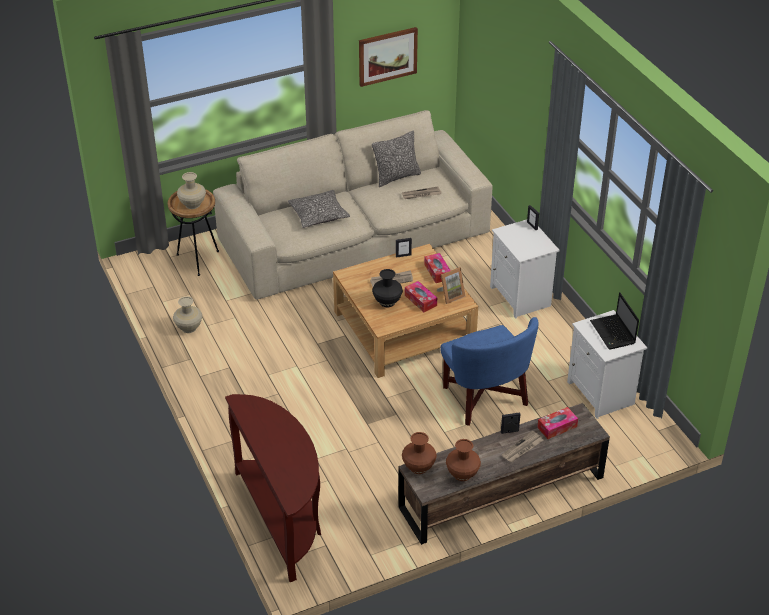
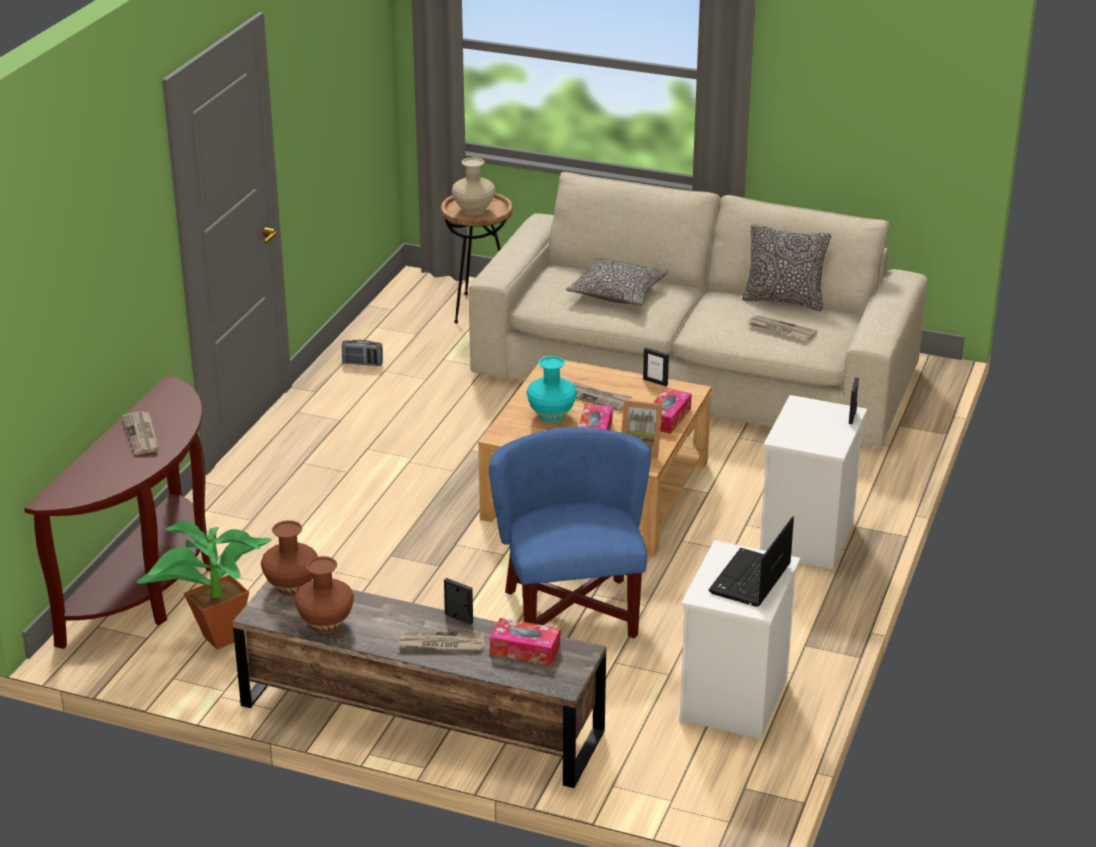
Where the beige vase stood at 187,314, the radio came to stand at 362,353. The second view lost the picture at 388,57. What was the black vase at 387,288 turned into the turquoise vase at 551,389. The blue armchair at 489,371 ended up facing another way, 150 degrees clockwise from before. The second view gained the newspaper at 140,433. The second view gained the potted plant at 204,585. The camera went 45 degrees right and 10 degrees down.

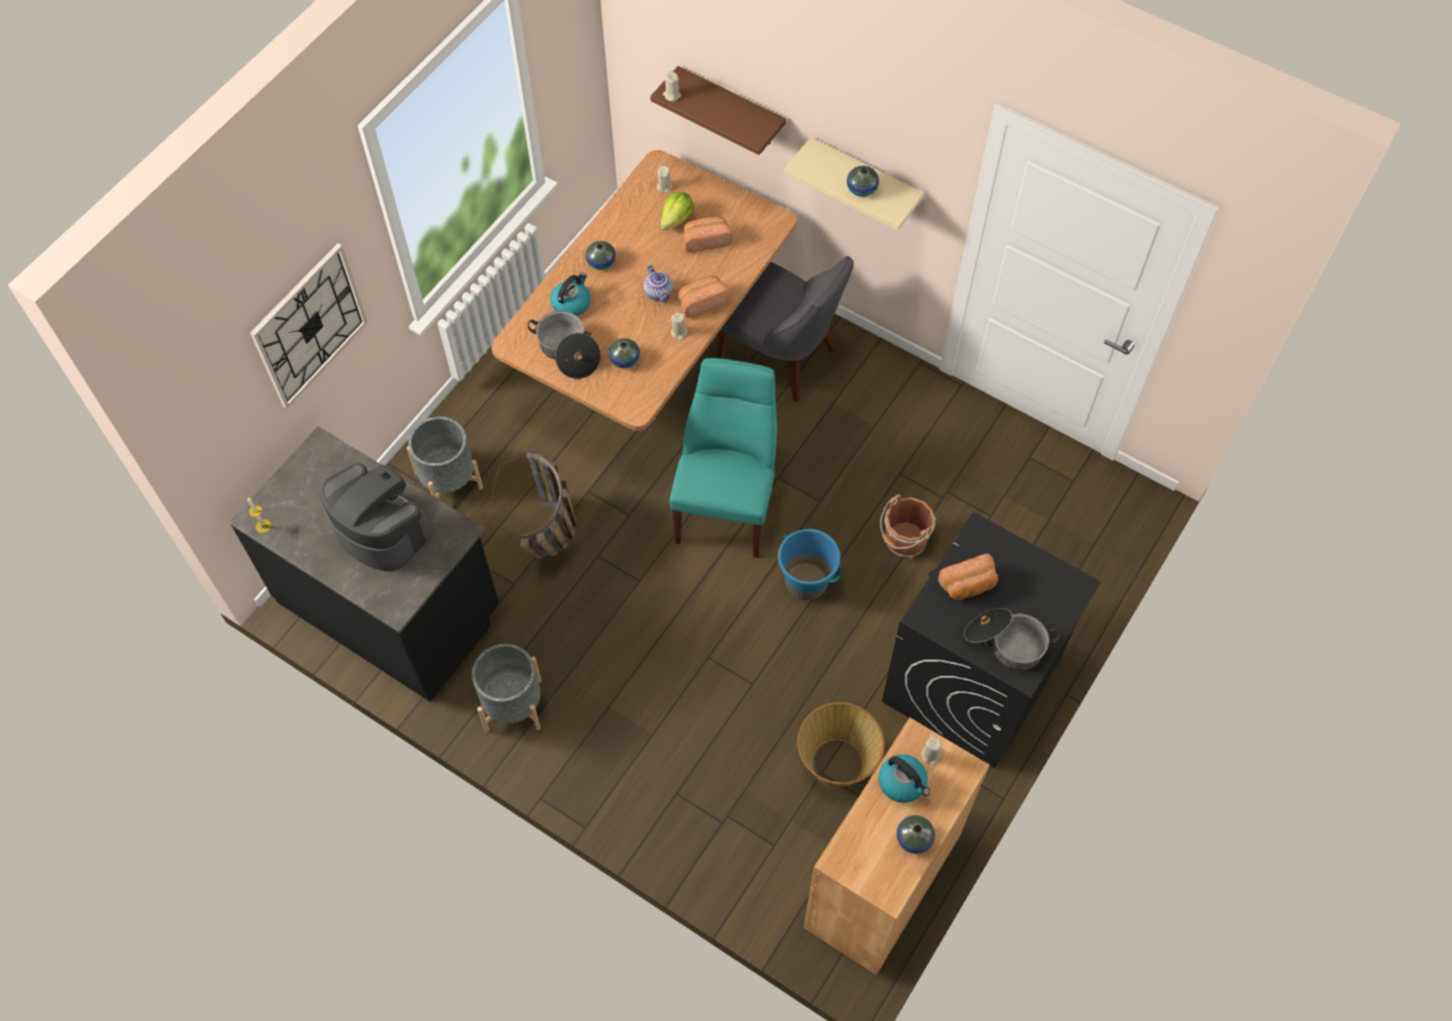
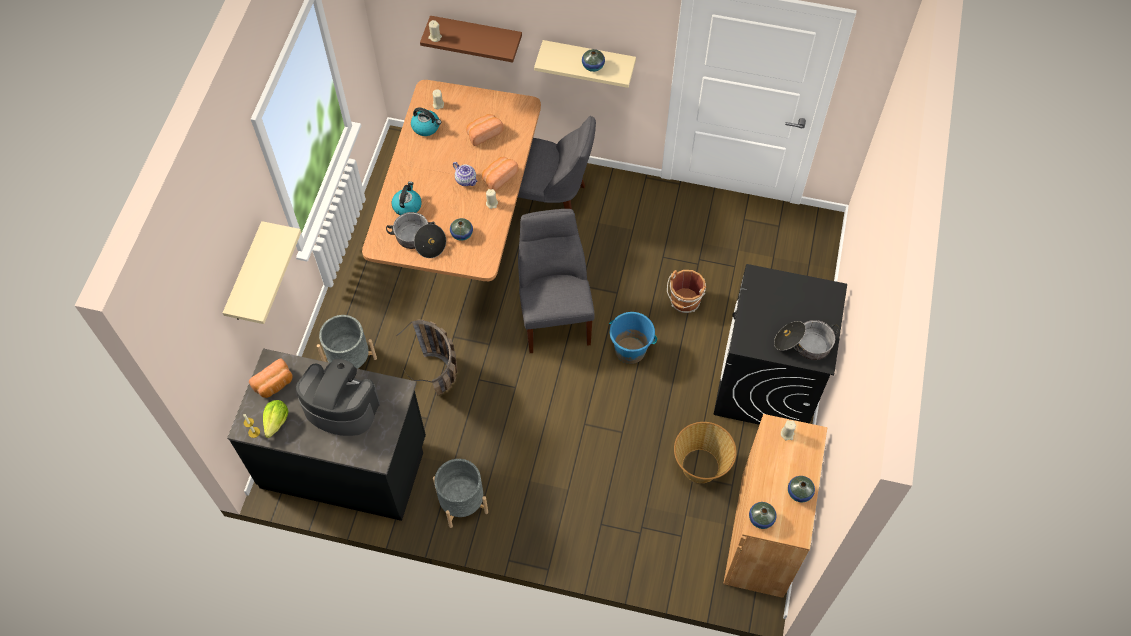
Where the wall clock hung at 309,326, the beige shelf came to hang at 262,272. The vase ended up elsewhere, having gone from 601,255 to 763,515. The lettuce ended up elsewhere, having gone from 677,211 to 276,419. What was the turquoise chair at 723,458 turned into the grey chair at 556,281. The kettle ended up elsewhere, having gone from 904,778 to 426,122. The bread ended up elsewhere, having gone from 968,576 to 271,378. The camera went 20 degrees left and 0 degrees up.

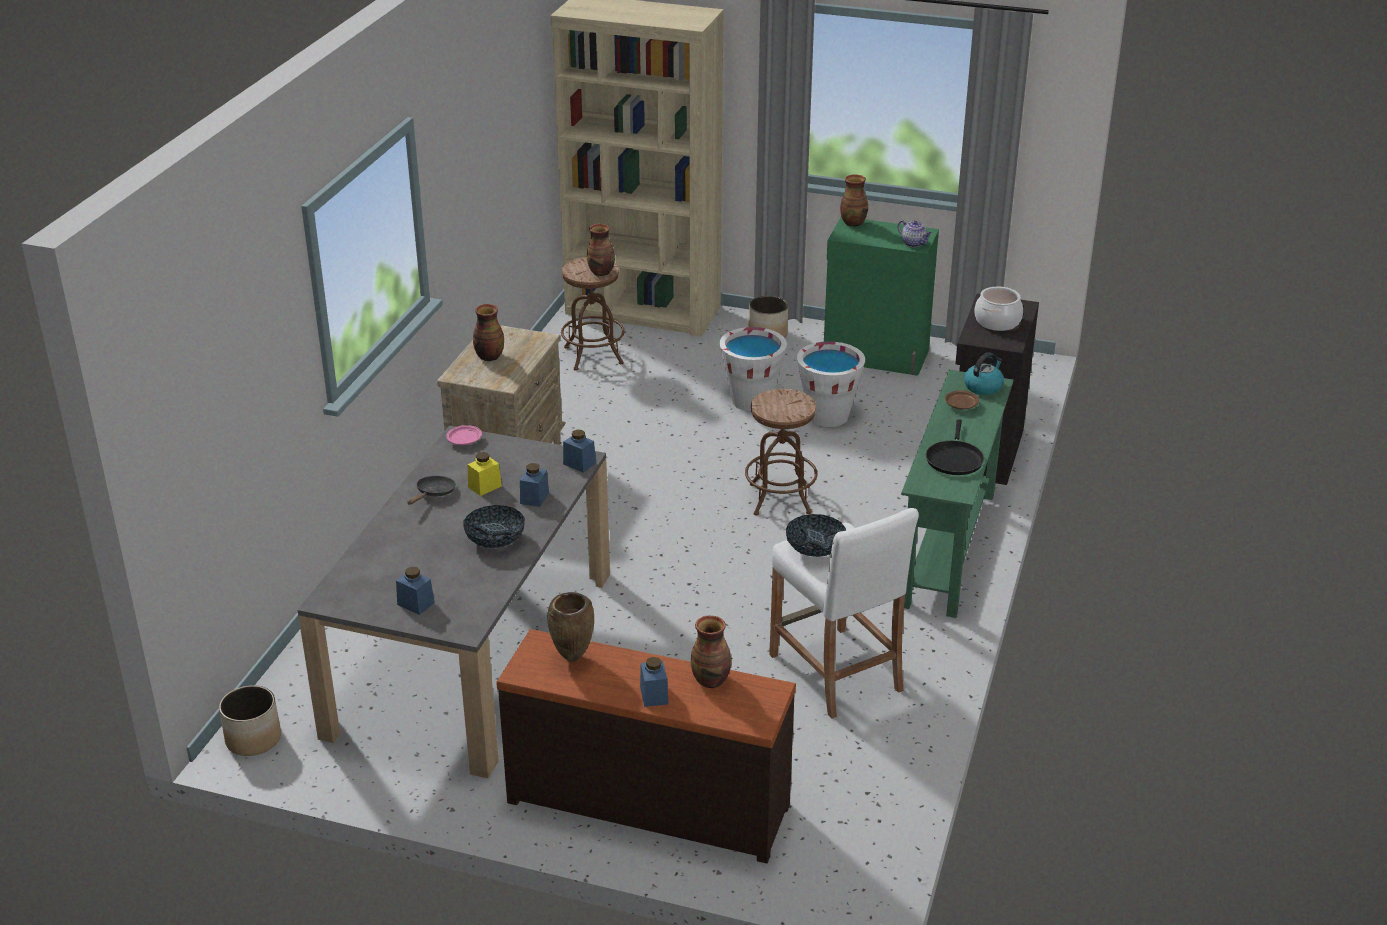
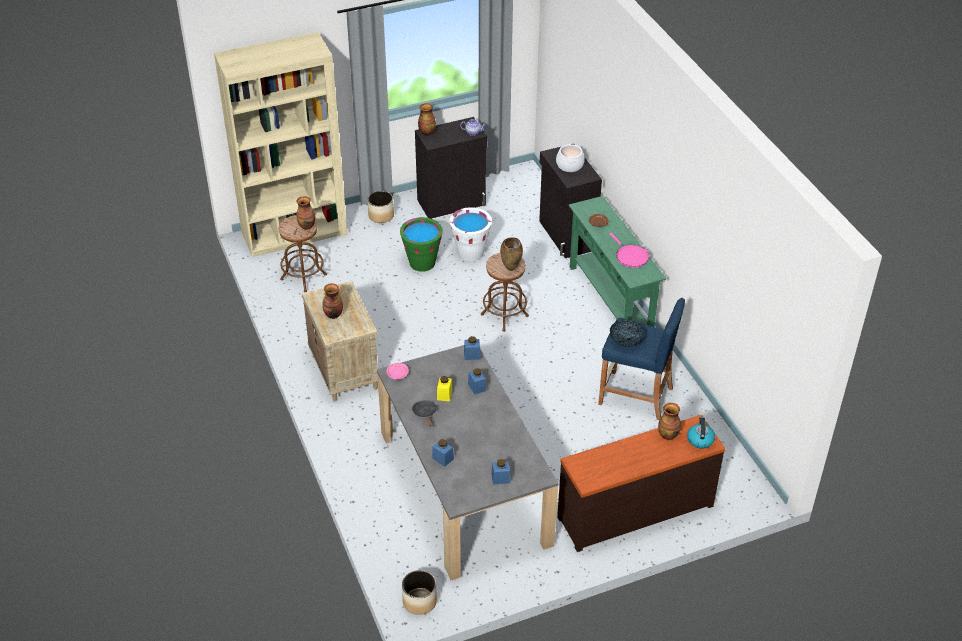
The second view lost the bowl at 494,526. The brown vase ended up elsewhere, having gone from 570,627 to 511,254. The blue jar ended up elsewhere, having gone from 654,682 to 443,453. What was the white bucket at 753,369 turned into the green bucket at 421,244. What was the white stool at 844,613 turned into the blue stool at 641,359. What was the green cabinet at 881,296 turned into the black cabinet at 451,168. What was the black frying pan at 955,447 turned into the pink frying pan at 629,250. The kettle ended up elsewhere, having gone from 984,374 to 701,433. The camera went 40 degrees left and 10 degrees up.

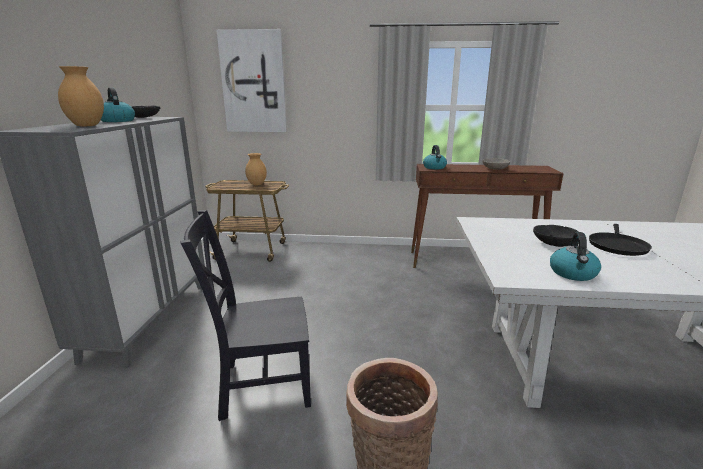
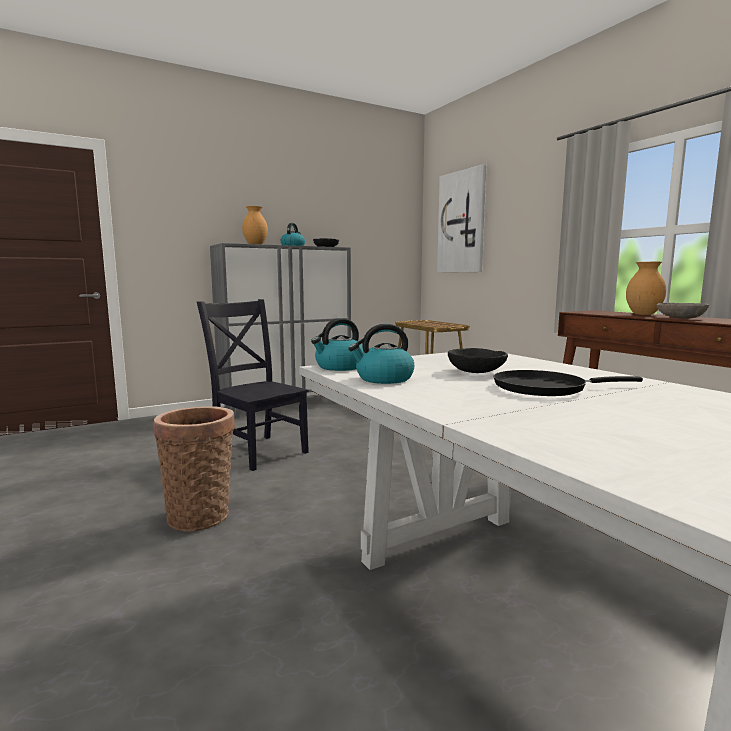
The brown vase ended up elsewhere, having gone from 256,169 to 646,288. The kettle ended up elsewhere, having gone from 435,157 to 337,344. The camera went 55 degrees right and 10 degrees down.

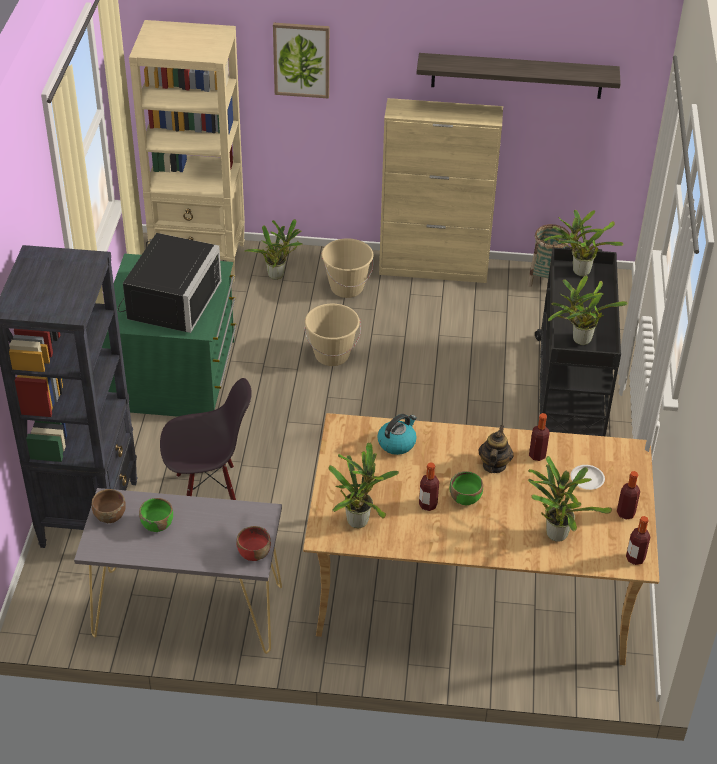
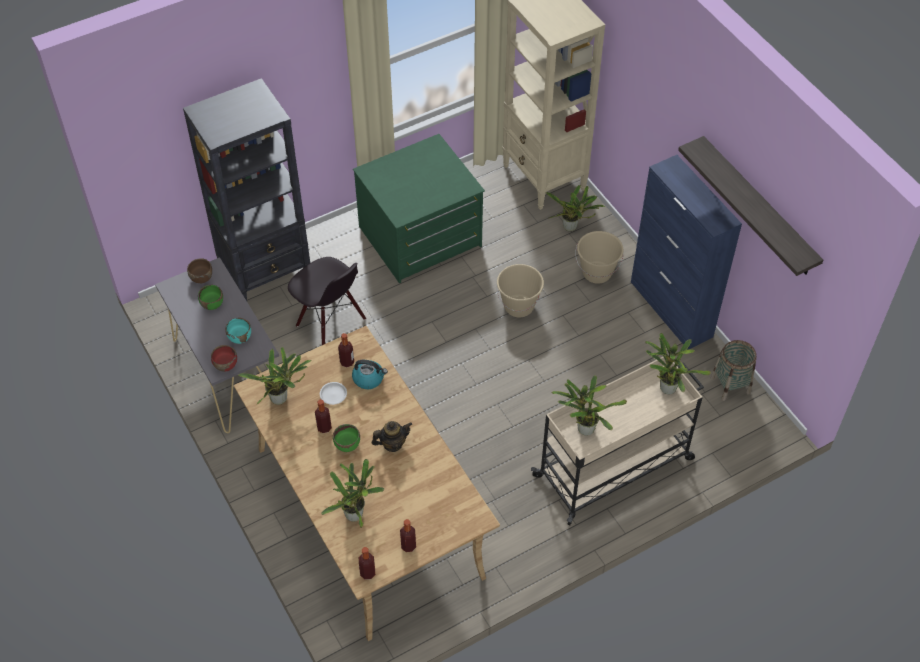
The second view lost the black microwave at 169,283. The second view lost the picture at 301,61. What was the beige cabinet at 441,190 turned into the blue cabinet at 686,252. The bottle ended up elsewhere, having gone from 539,437 to 346,350. What was the black cart at 578,341 turned into the beige cart at 617,441. The white plate ended up elsewhere, having gone from 588,477 to 333,393. The second view gained the turquoise bowl at 238,331. The camera went 55 degrees right and 10 degrees up.

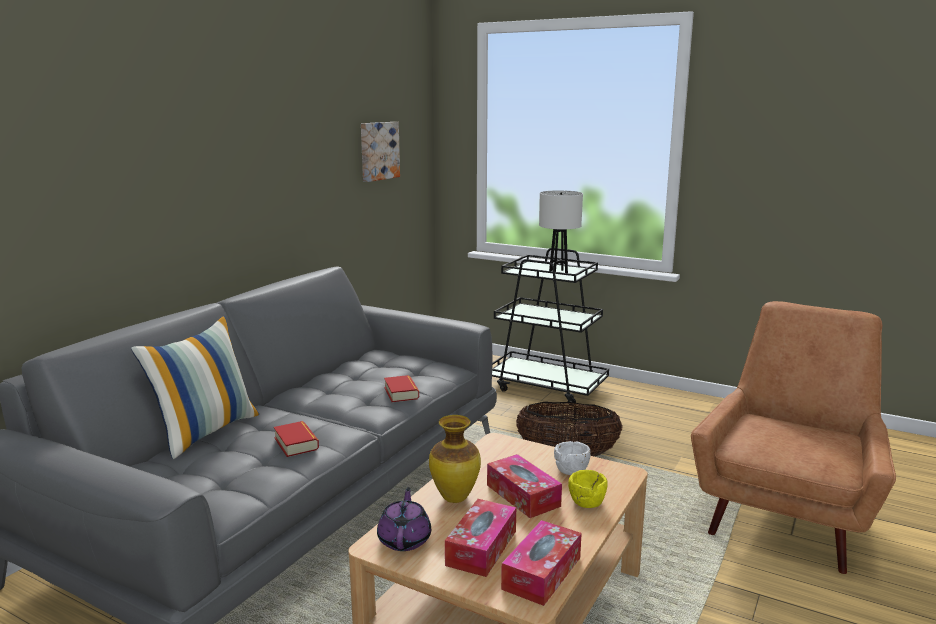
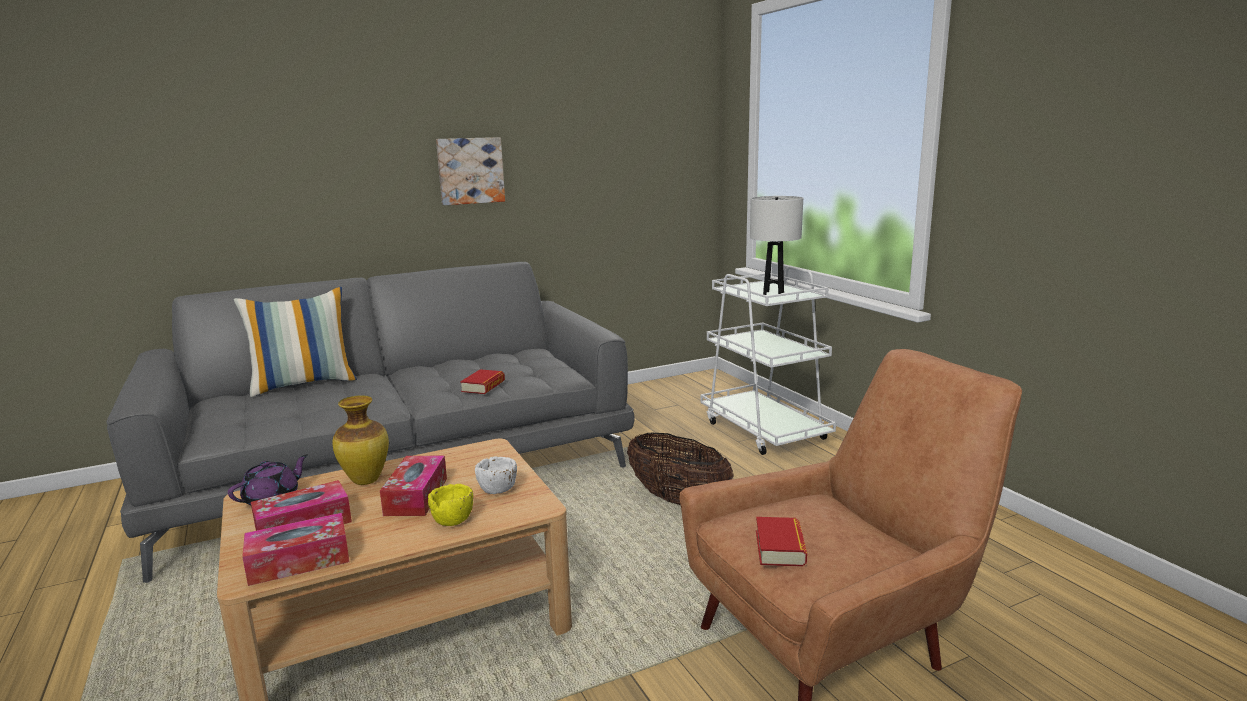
The book ended up elsewhere, having gone from 296,439 to 781,542. The picture ended up elsewhere, having gone from 380,152 to 470,171. What was the black cart at 550,326 turned into the white cart at 768,360. The camera went 35 degrees right and 0 degrees up.

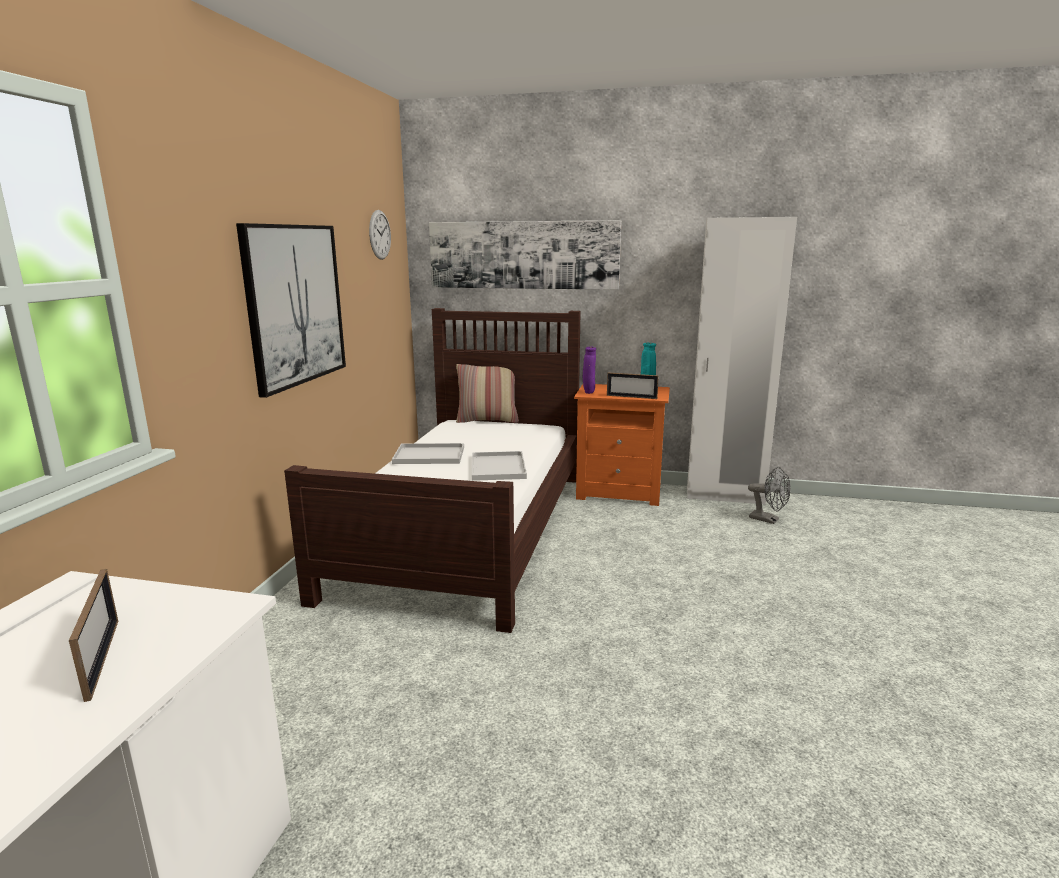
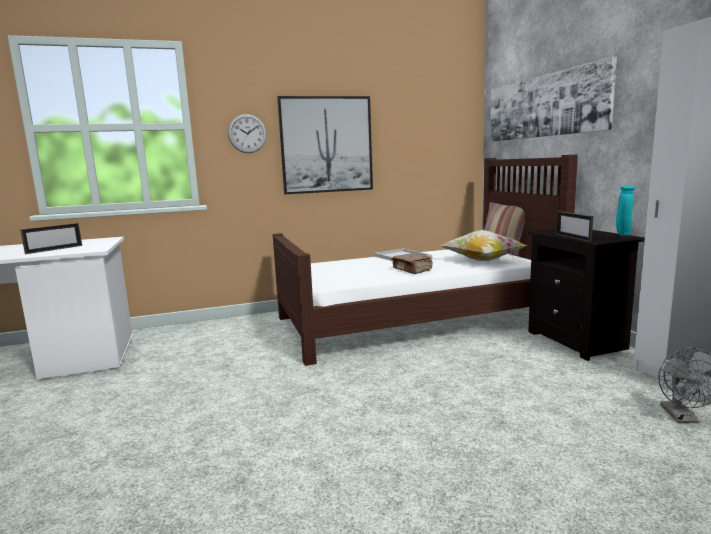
The wall clock ended up elsewhere, having gone from 380,235 to 247,133. Where the white tray stood at 499,466, the brown book came to stand at 412,263. What was the orange nightstand at 622,445 turned into the black nightstand at 586,295. The second view lost the purple vase at 589,370. The second view gained the pillow at 484,245. The camera went 60 degrees right and 5 degrees down.

